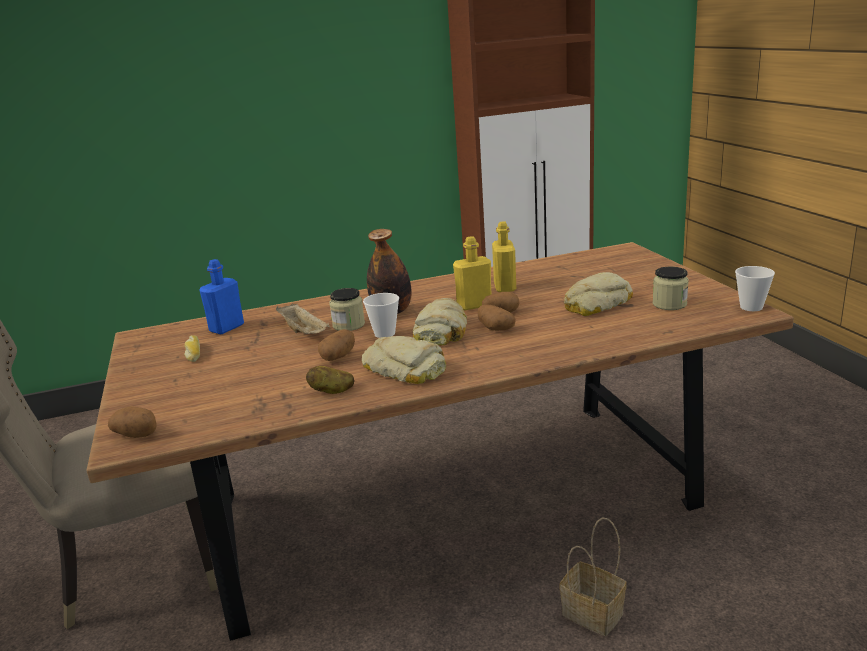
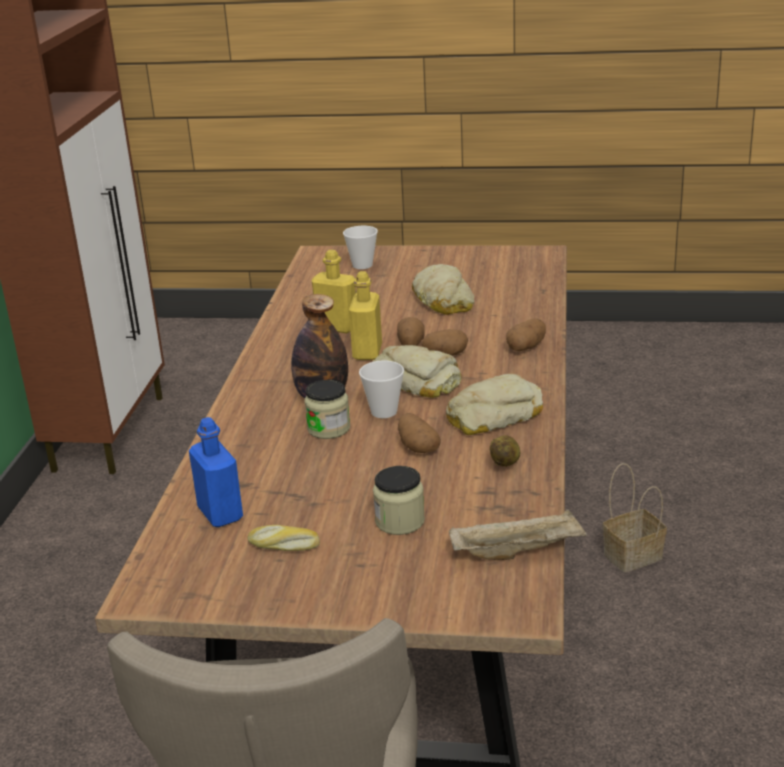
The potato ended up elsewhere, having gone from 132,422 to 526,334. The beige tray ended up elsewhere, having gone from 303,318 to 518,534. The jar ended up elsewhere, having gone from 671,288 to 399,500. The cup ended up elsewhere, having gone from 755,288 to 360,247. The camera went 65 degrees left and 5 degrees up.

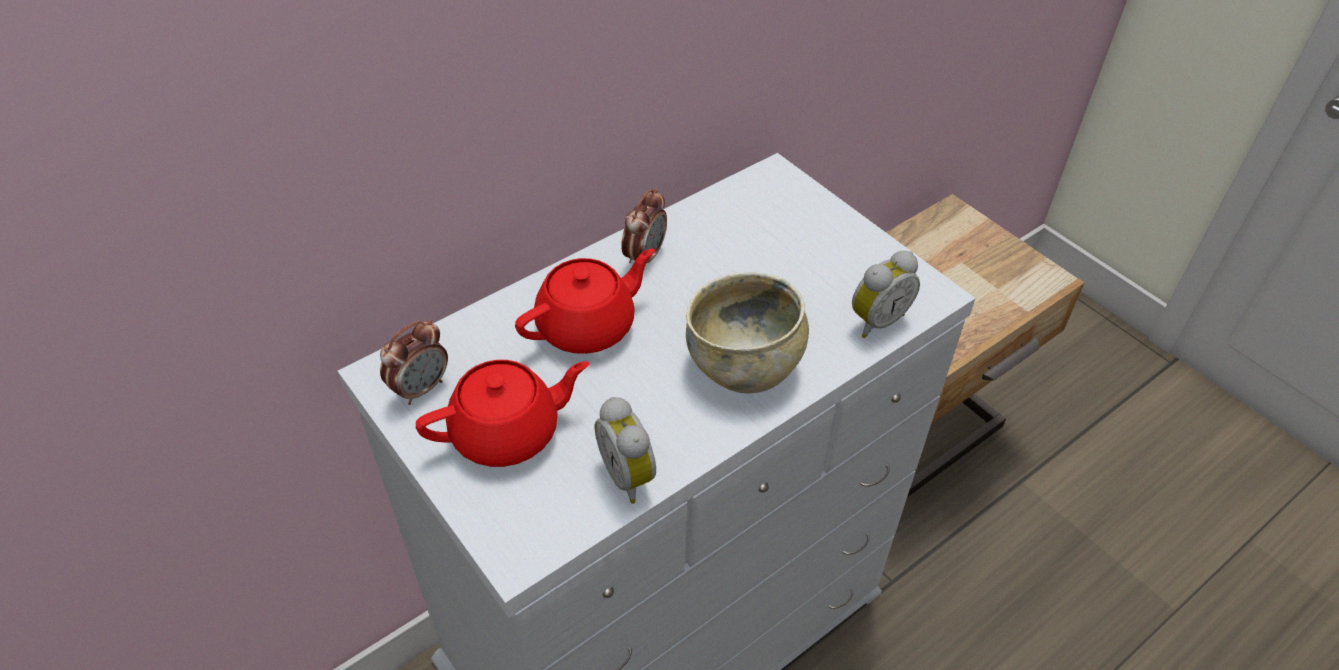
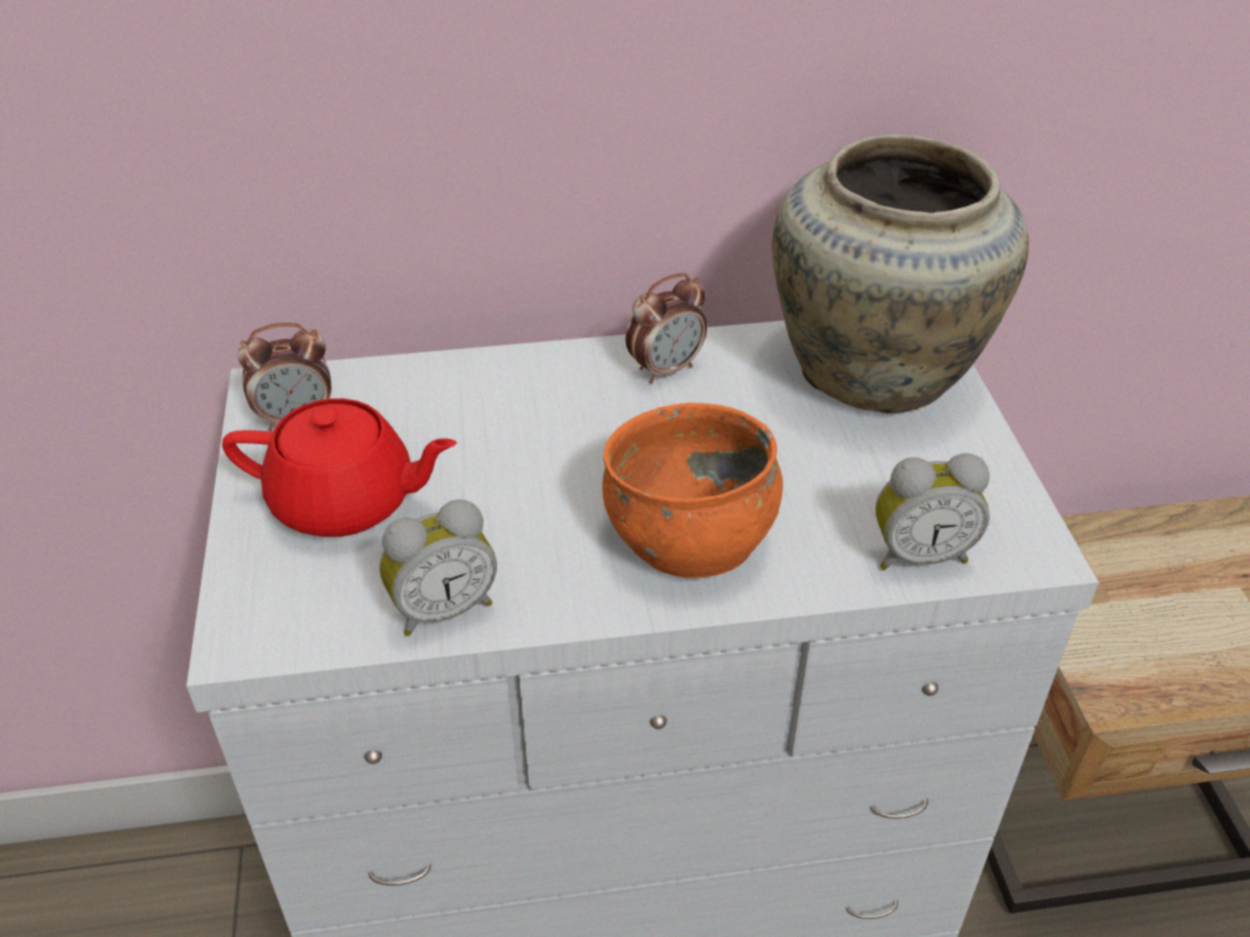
The second view lost the red teapot at 585,301. The alarm clock at 625,450 ended up facing another way, 120 degrees counterclockwise from before. What was the beige bowl at 747,332 turned into the orange bowl at 692,490. The second view gained the beige vase at 900,274. The camera went 30 degrees right and 5 degrees down.

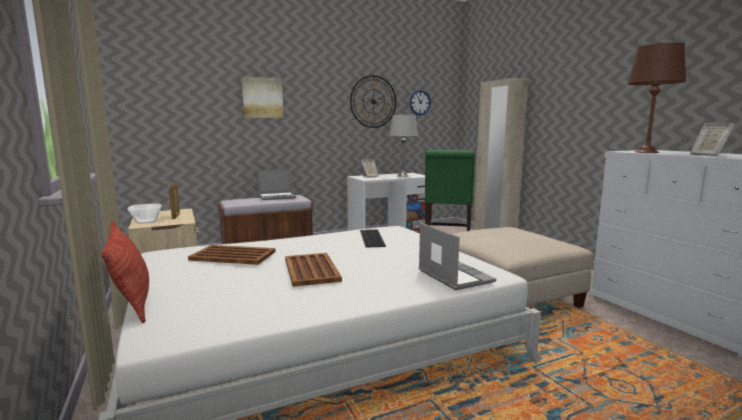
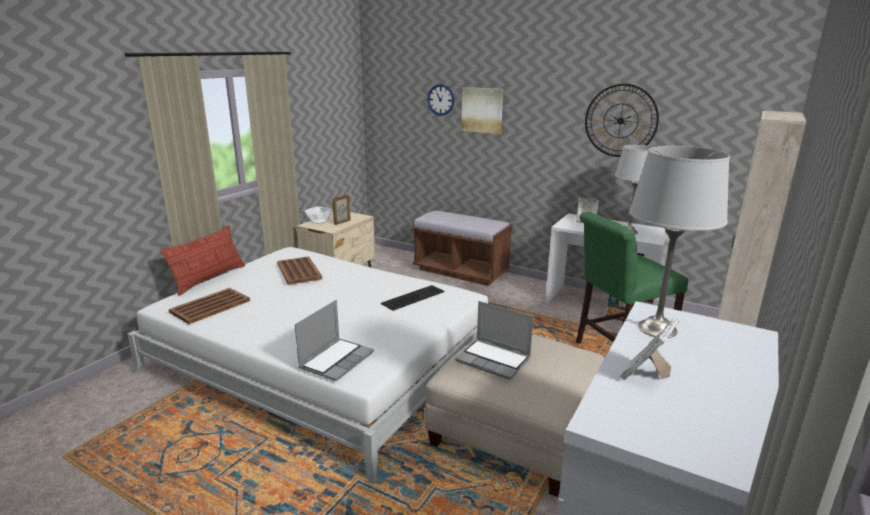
The laptop ended up elsewhere, having gone from 276,184 to 494,340. The brown tray ended up elsewhere, having gone from 313,270 to 209,306. The wall clock ended up elsewhere, having gone from 420,102 to 440,100. What was the brown table lamp at 656,97 turned into the grey table lamp at 679,242. The camera went 55 degrees right and 10 degrees up.

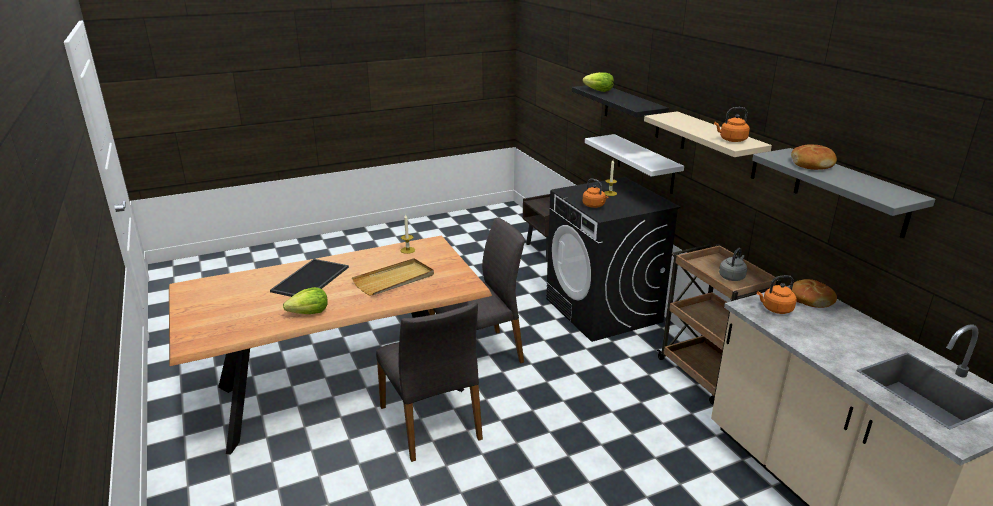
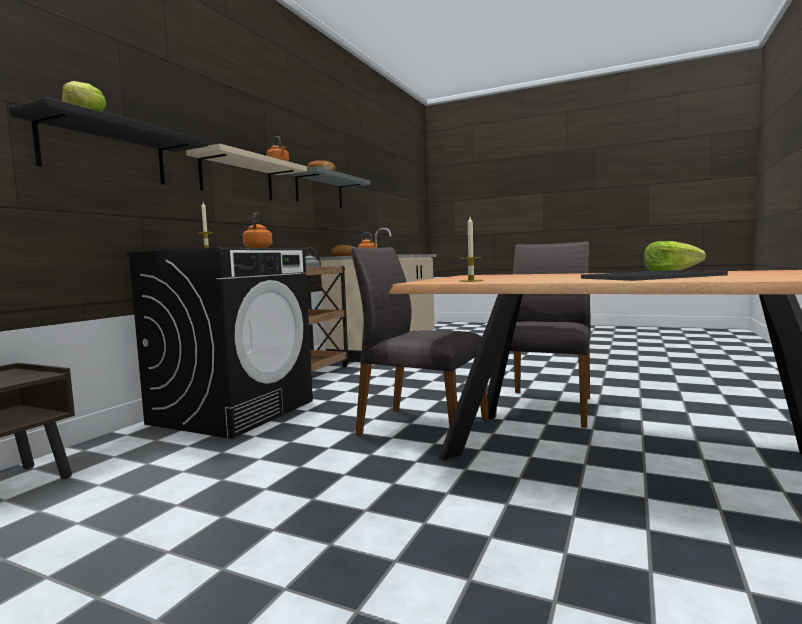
The second view lost the beige tray at 393,277. The second view lost the white shelf at 634,164. The camera went 130 degrees left and 20 degrees down.

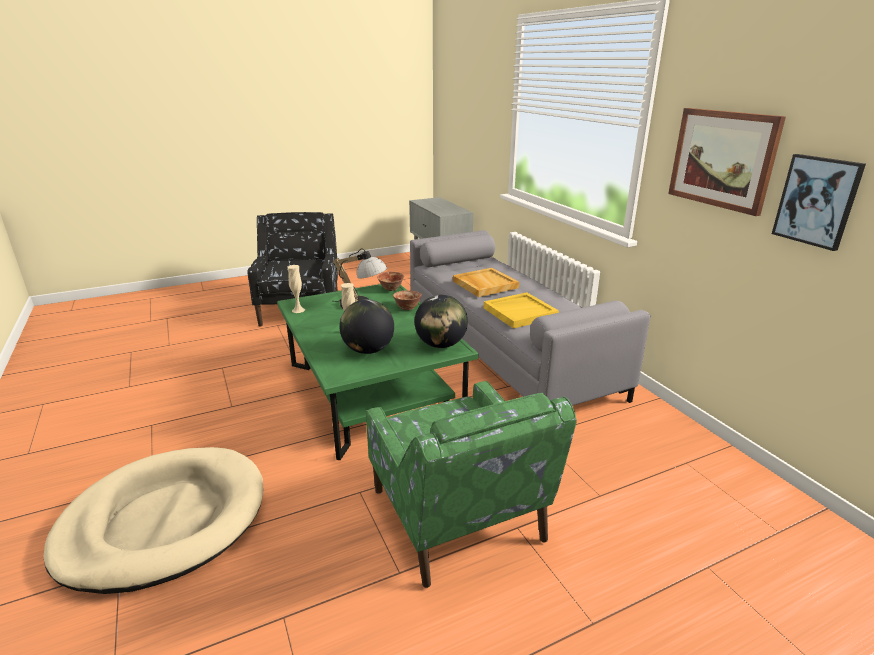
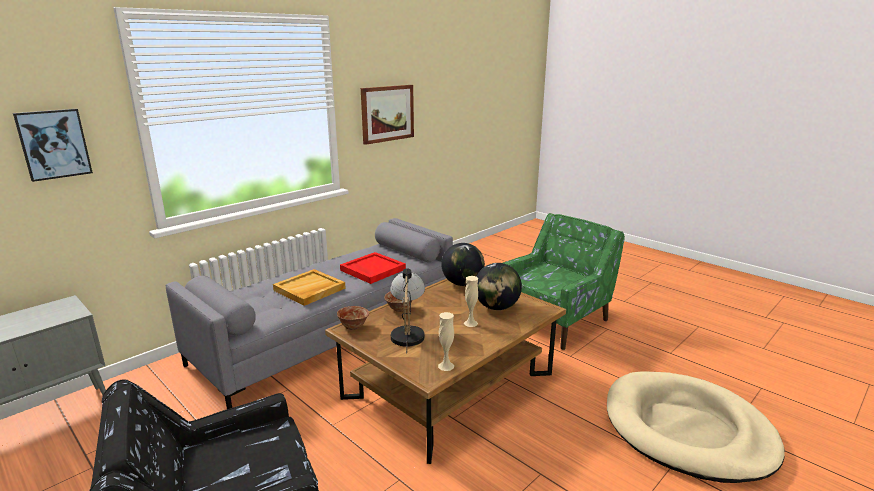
What was the green coffee table at 377,372 turned into the brown coffee table at 445,371. What was the yellow tray at 521,310 turned into the red tray at 373,268. The picture ended up elsewhere, having gone from 819,202 to 53,145. The camera went 110 degrees left and 5 degrees down.

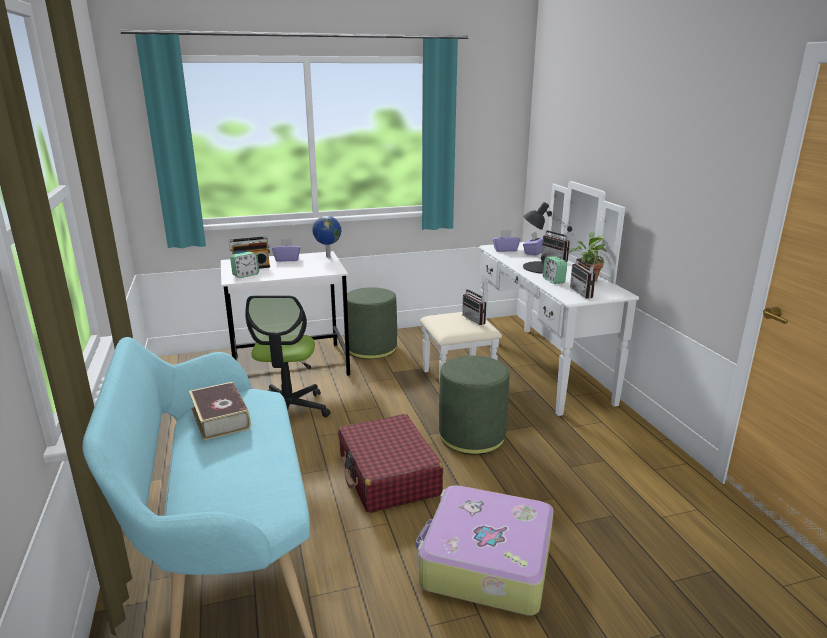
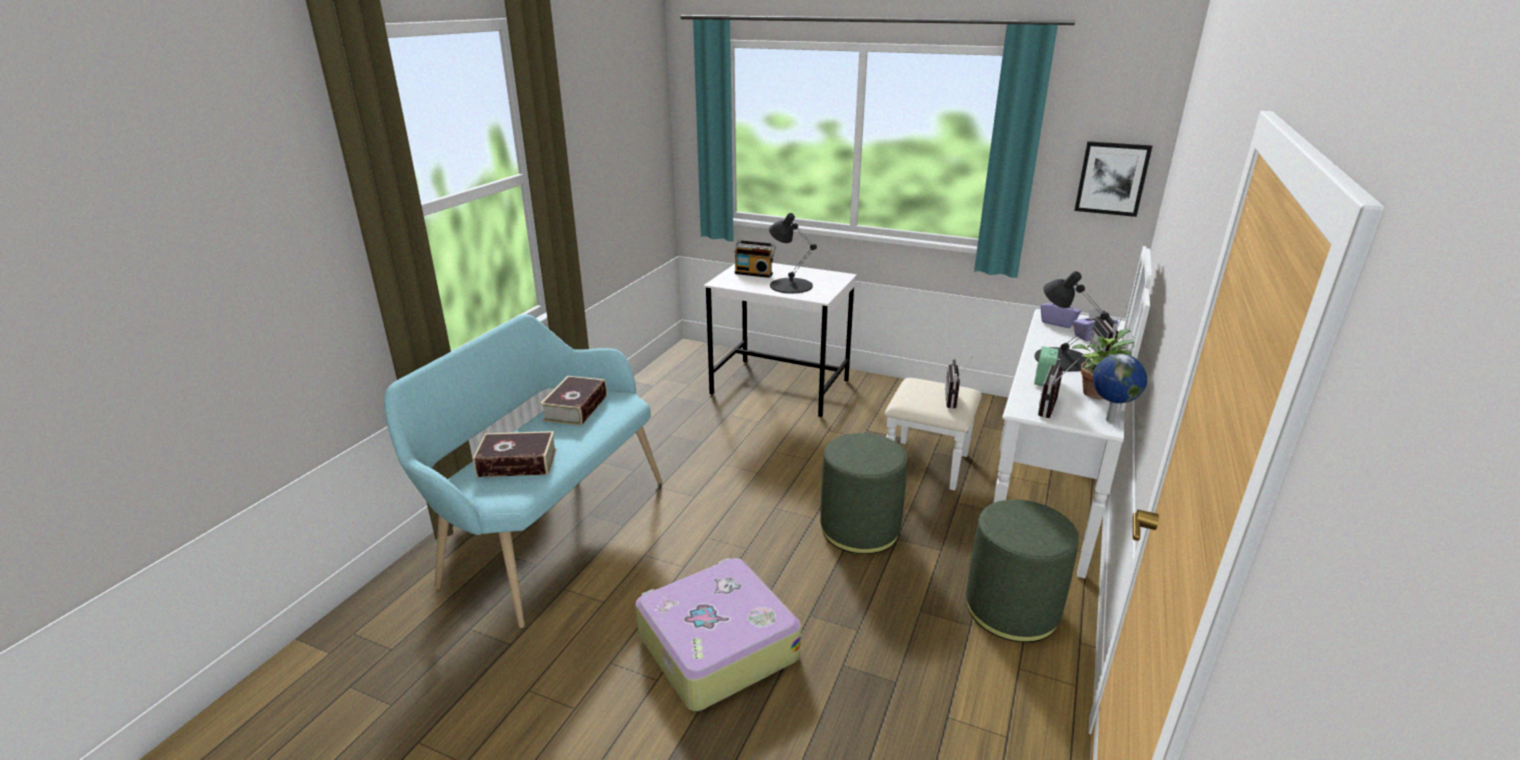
The second view lost the alarm clock at 244,265. The second view lost the office chair at 288,356. The second view lost the purple tissue box at 286,250. The globe ended up elsewhere, having gone from 326,237 to 1120,388. The second view lost the red suitcase at 390,463. The green ottoman ended up elsewhere, having gone from 372,323 to 1022,571. The second view gained the book at 515,454. The second view gained the black table lamp at 793,253. The second view gained the picture at 1113,179. The camera went 40 degrees right and 5 degrees up.

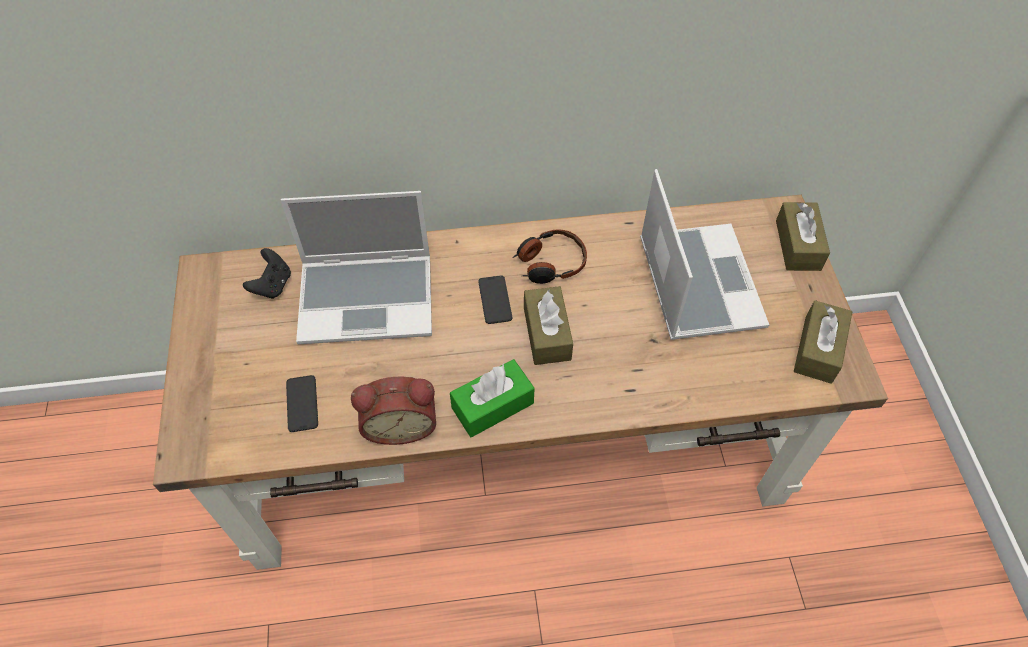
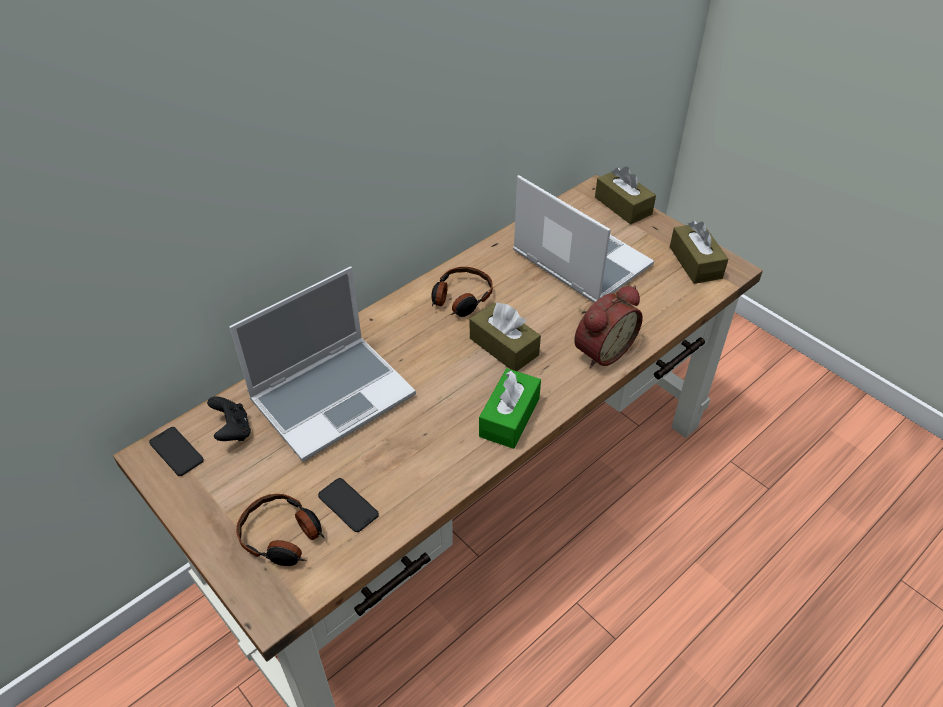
The alarm clock ended up elsewhere, having gone from 393,411 to 608,326. The phone ended up elsewhere, having gone from 495,299 to 176,451. The second view gained the headphones at 280,530. The camera went 35 degrees left and 10 degrees down.

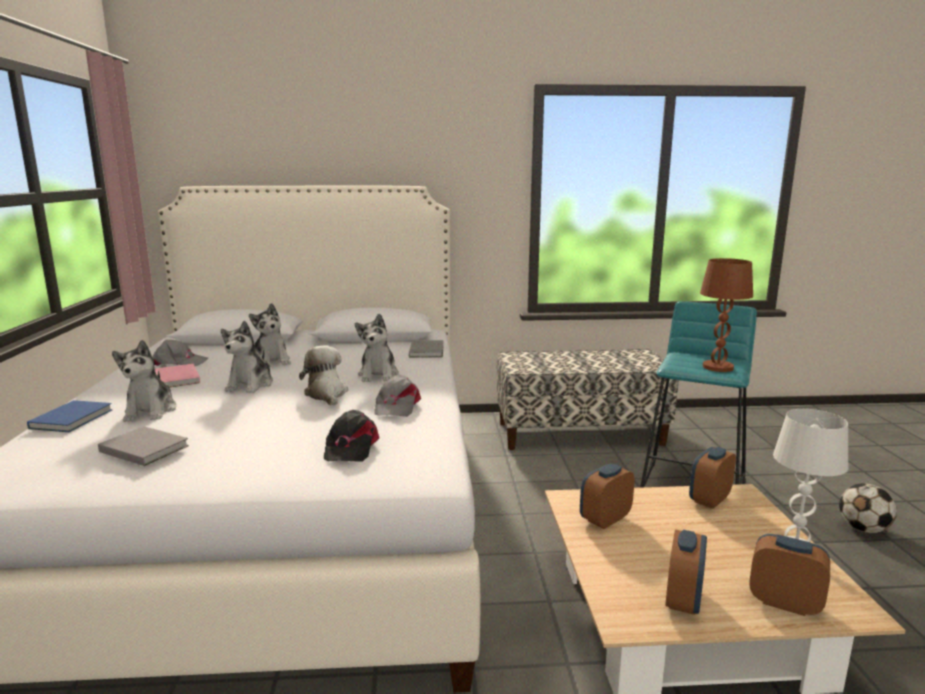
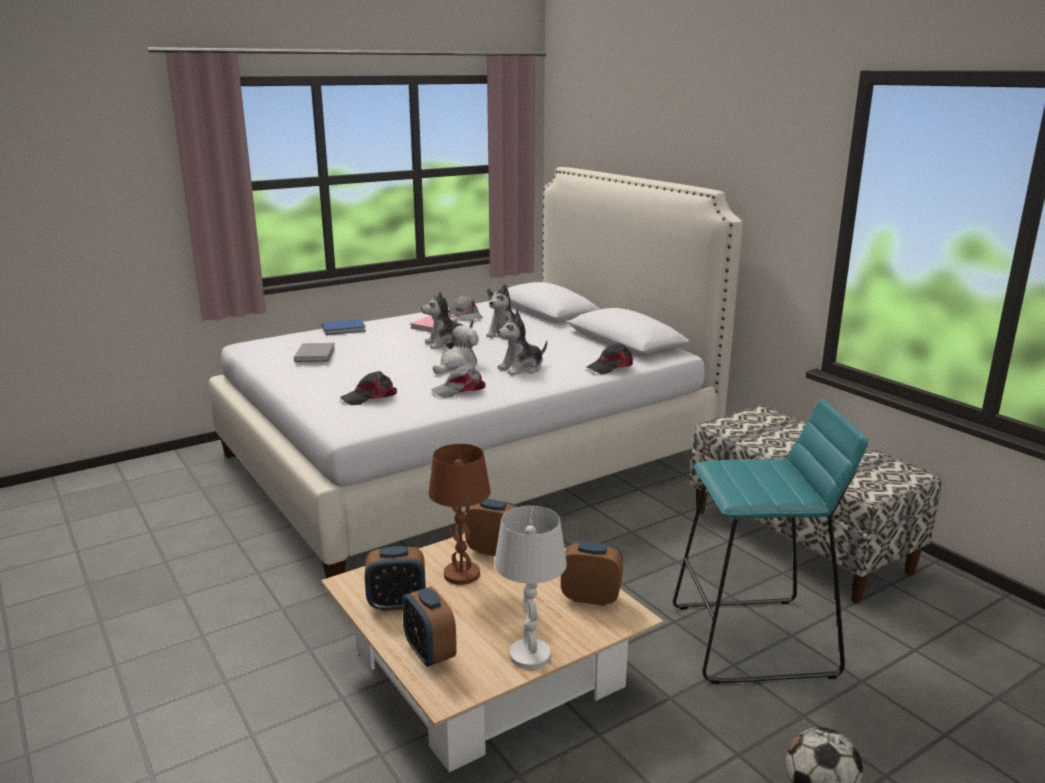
The second view lost the plush toy at 144,381. Where the grey book stood at 426,349, the black cap came to stand at 609,358. The brown table lamp ended up elsewhere, having gone from 726,315 to 459,514. The alarm clock at 789,575 ended up facing another way, 150 degrees clockwise from before. The camera went 60 degrees right and 5 degrees up.

